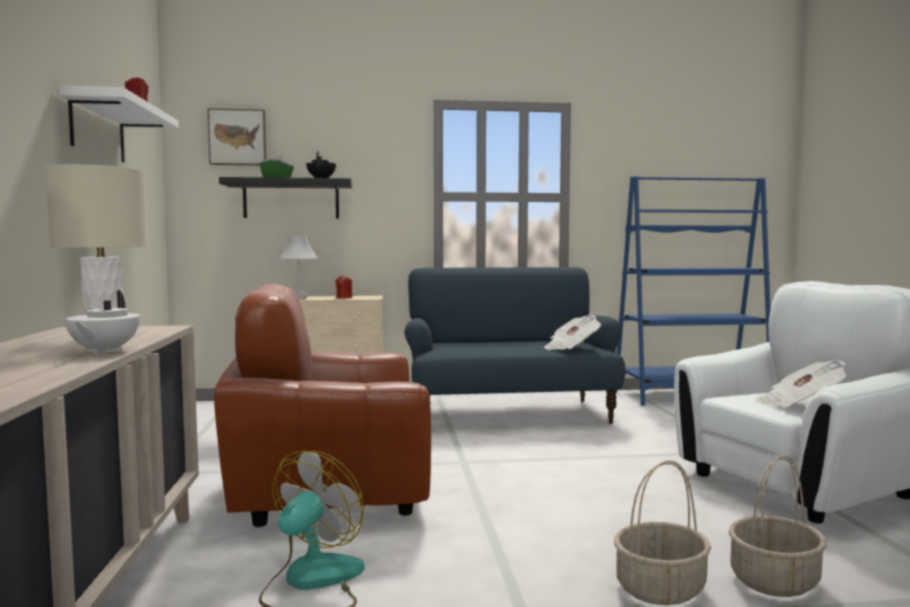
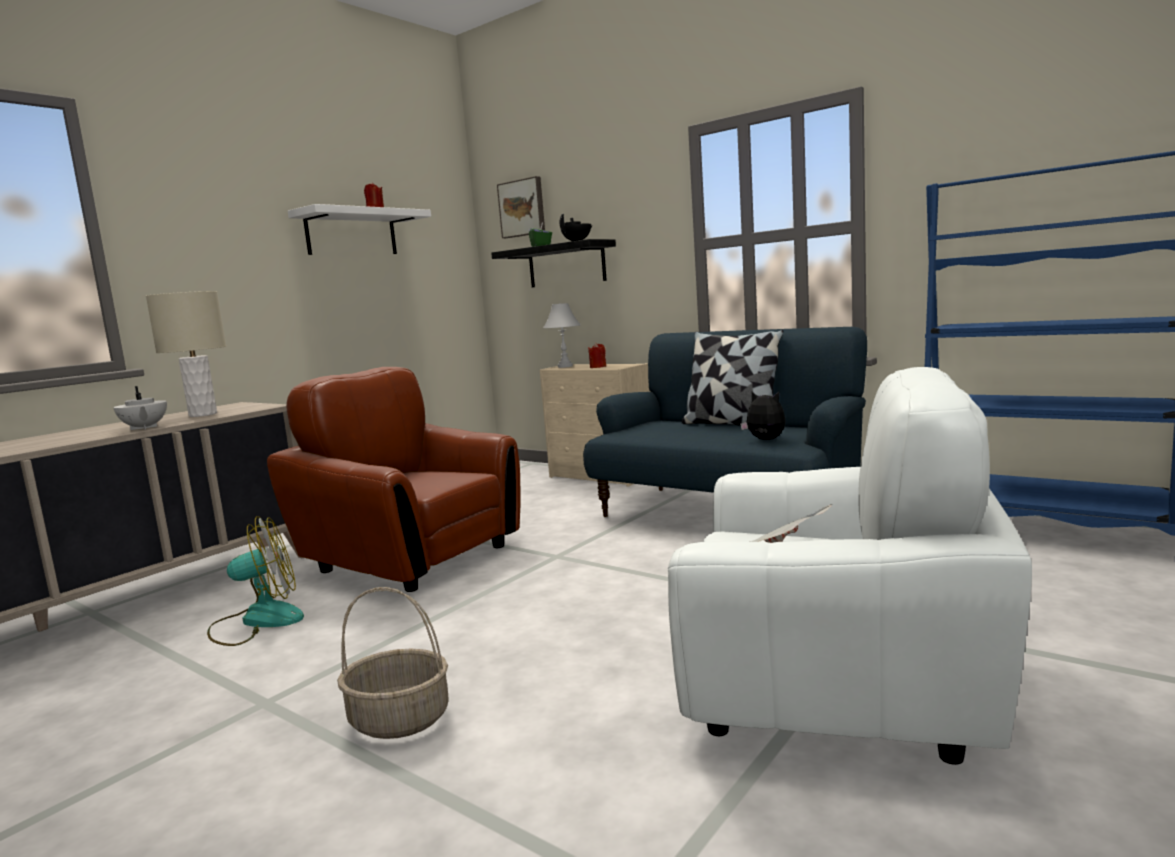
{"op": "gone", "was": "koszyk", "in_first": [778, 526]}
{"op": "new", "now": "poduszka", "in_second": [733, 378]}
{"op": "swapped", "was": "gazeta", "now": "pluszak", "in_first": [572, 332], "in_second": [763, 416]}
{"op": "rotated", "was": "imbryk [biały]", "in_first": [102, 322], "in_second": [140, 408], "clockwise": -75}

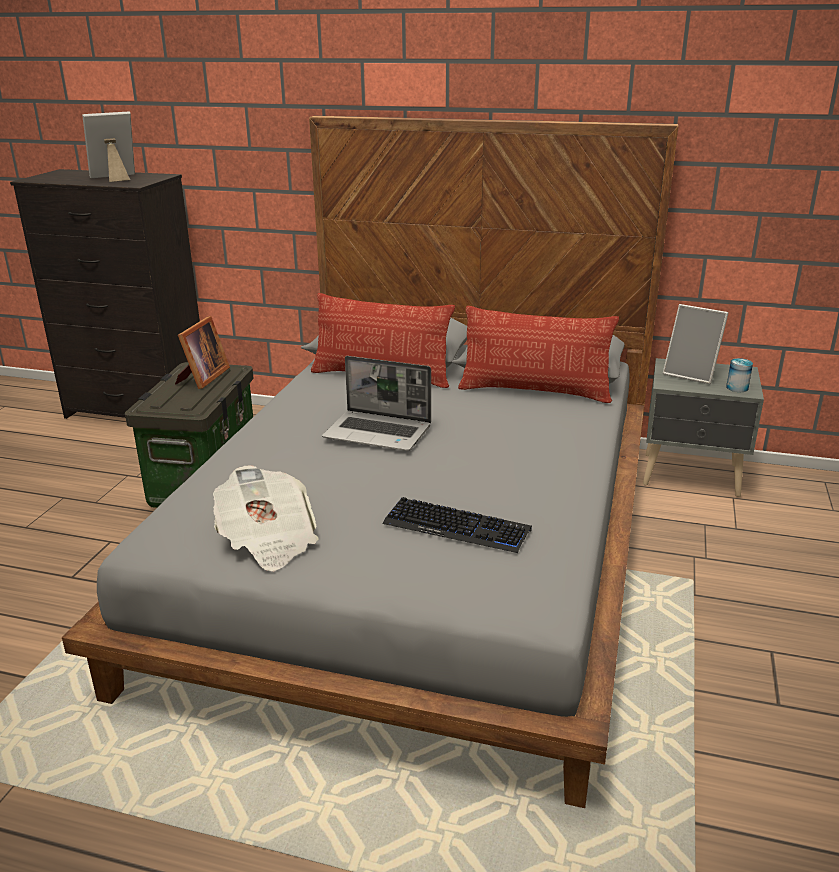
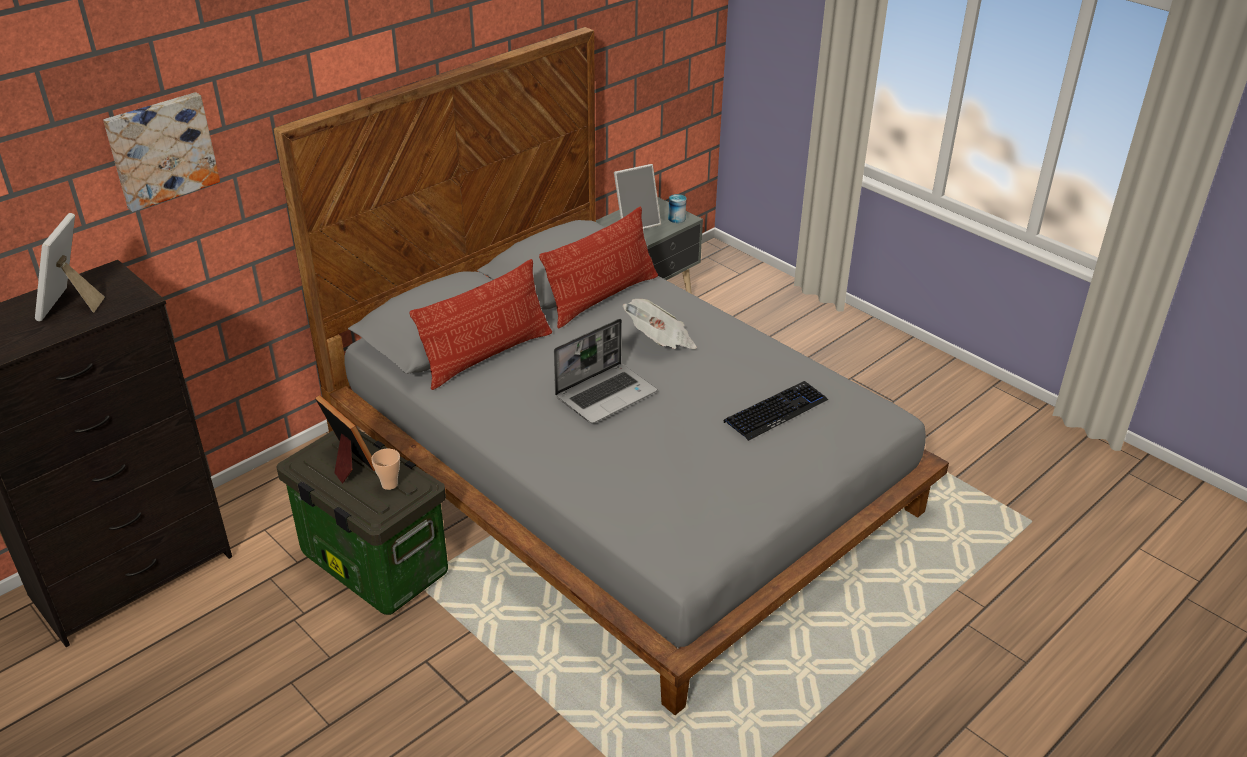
{"op": "new", "now": "obraz", "in_second": [161, 152]}
{"op": "new", "now": "filiżanka", "in_second": [385, 469]}
{"op": "shifted", "was": "gazeta", "in_first": [265, 518], "in_second": [660, 324]}

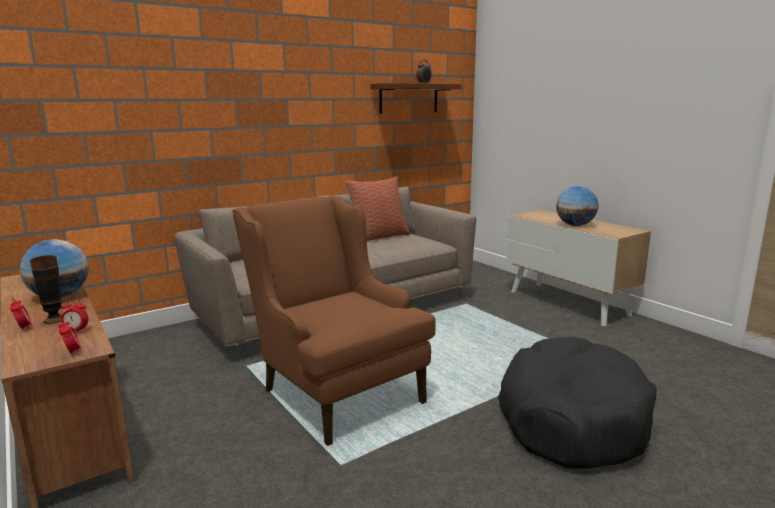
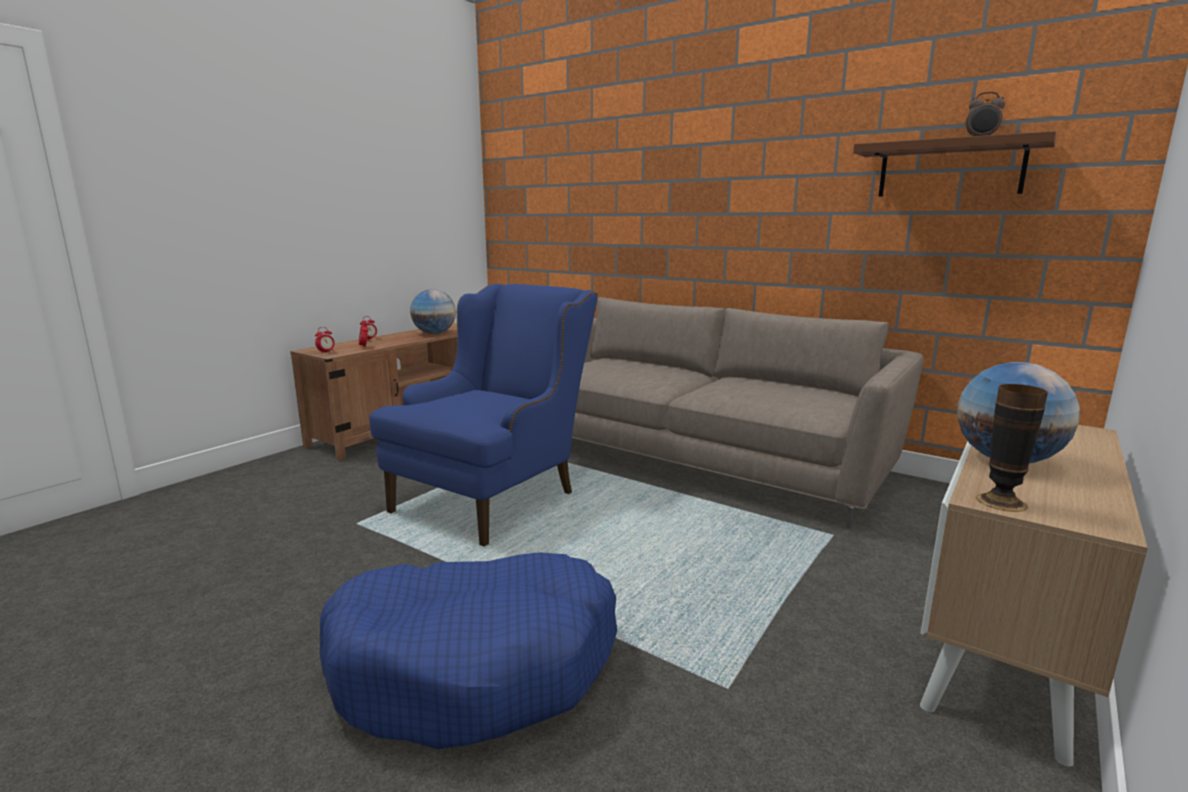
{"op": "gone", "was": "poduszka", "in_first": [377, 209]}
{"op": "shifted", "was": "wazon", "in_first": [46, 290], "in_second": [1012, 448]}
{"op": "repainted", "was": "fotel [brązowy]", "now": "fotel [niebieski]", "in_first": [333, 321], "in_second": [483, 415]}
{"op": "repainted", "was": "legowisko [czarny]", "now": "legowisko [niebieski]", "in_first": [577, 403], "in_second": [468, 651]}

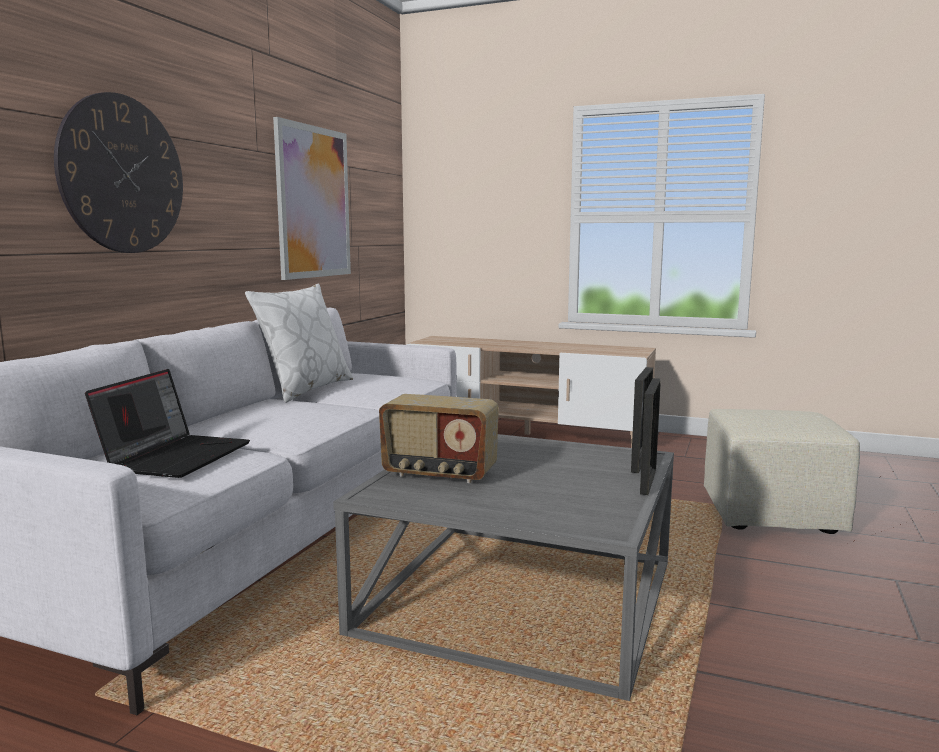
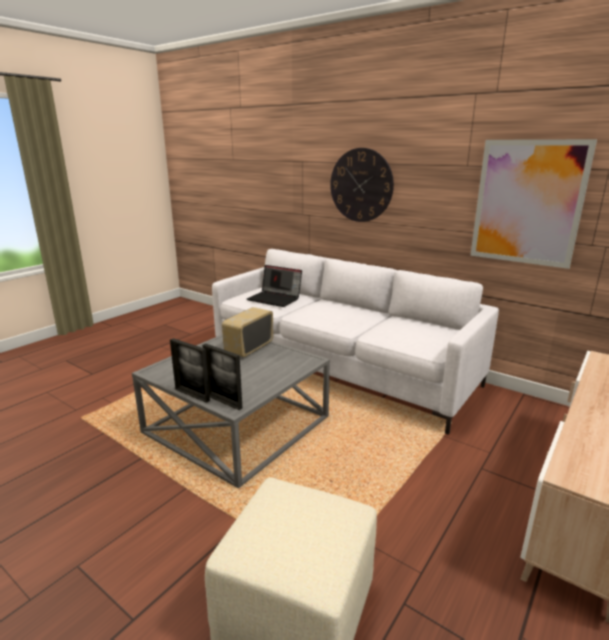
{"op": "gone", "was": "poduszka [biały]", "in_first": [299, 343]}

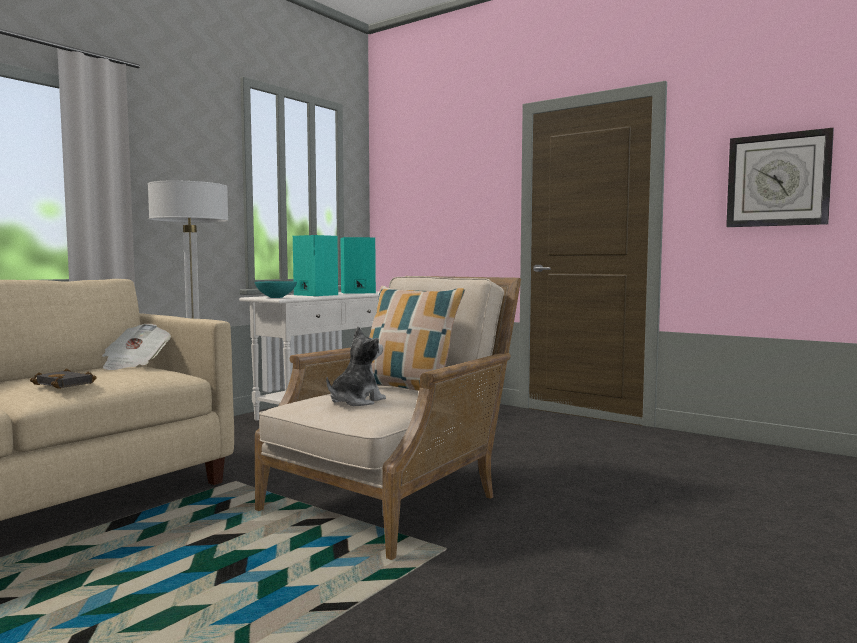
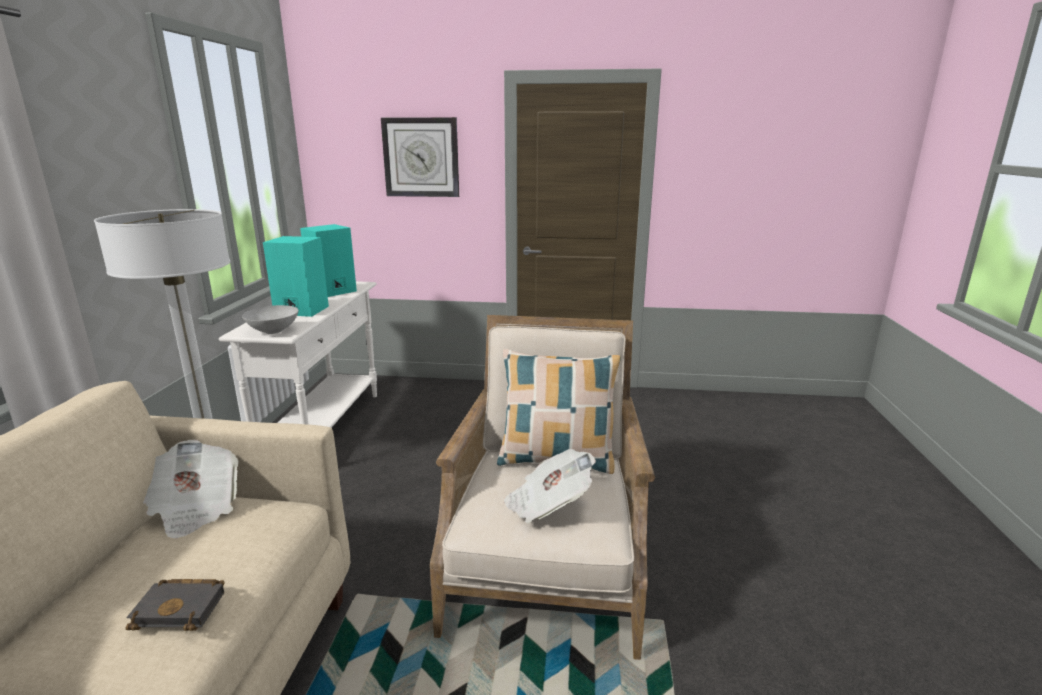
{"op": "shifted", "was": "zegar ścienny", "in_first": [780, 177], "in_second": [420, 157]}
{"op": "swapped", "was": "pluszak", "now": "gazeta", "in_first": [356, 366], "in_second": [550, 486]}
{"op": "repainted", "was": "miska [turkusowy]", "now": "miska [szary]", "in_first": [275, 289], "in_second": [270, 319]}

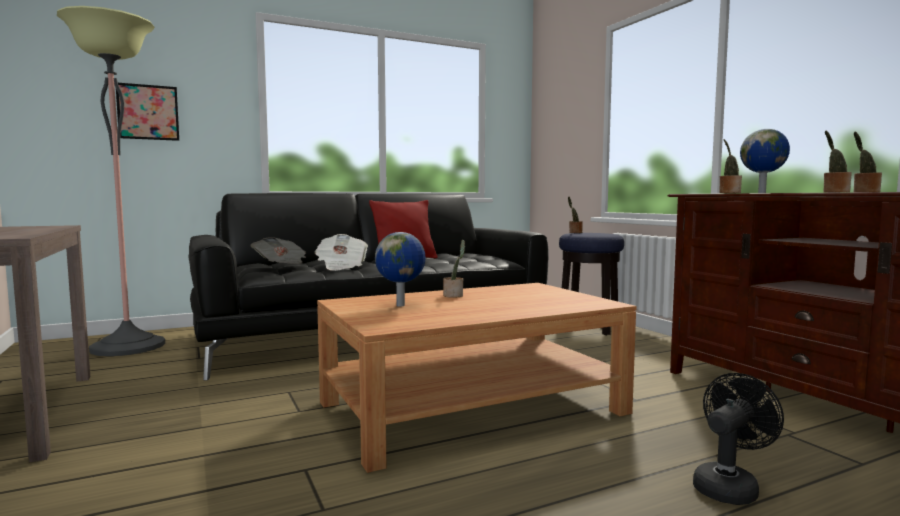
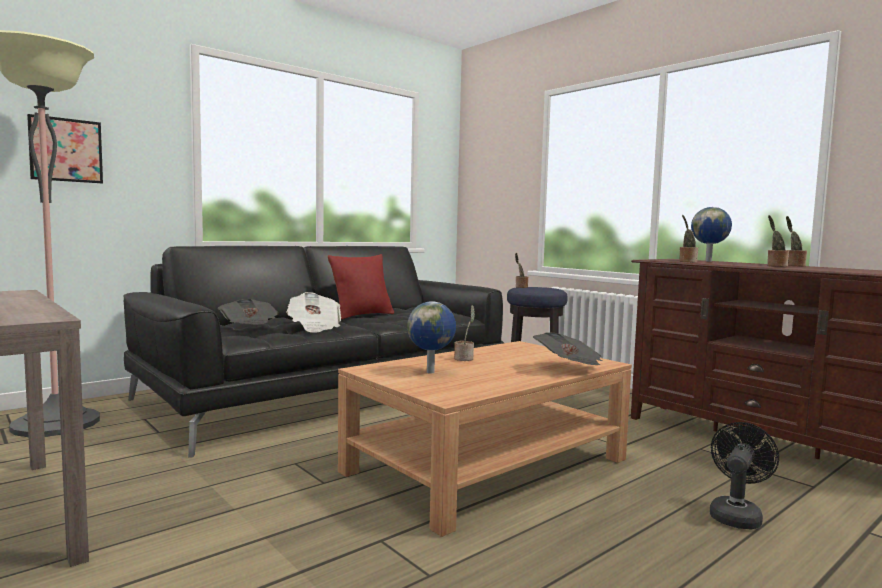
{"op": "new", "now": "gazeta", "in_second": [568, 348]}

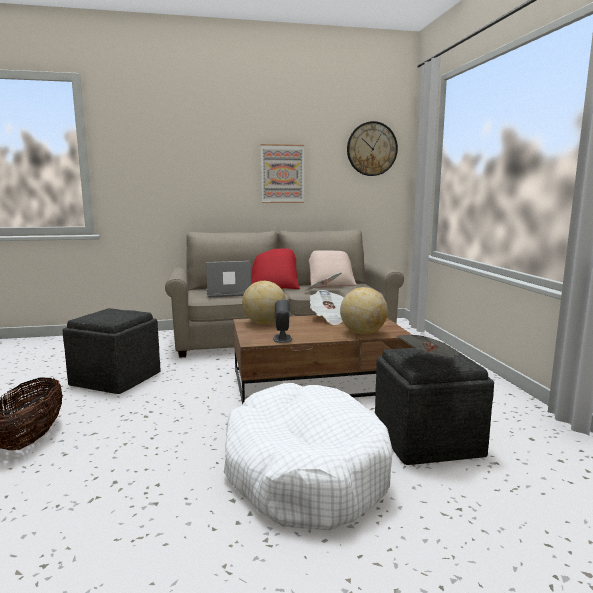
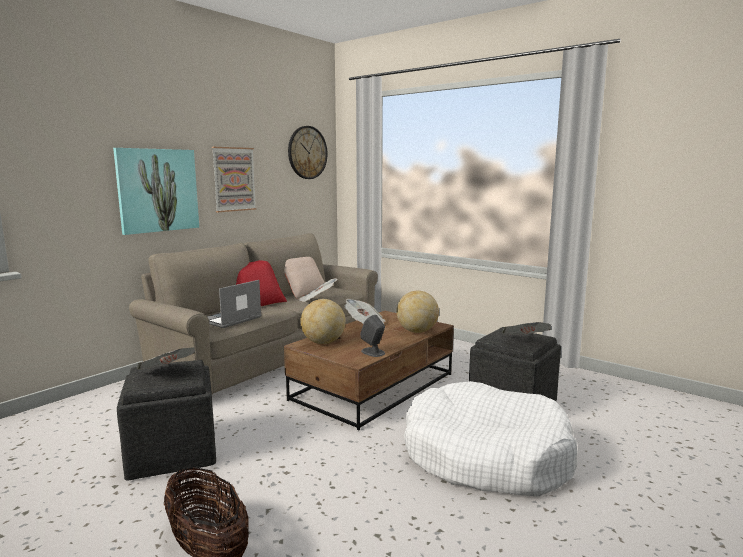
{"op": "new", "now": "obraz", "in_second": [156, 191]}
{"op": "new", "now": "gazeta", "in_second": [166, 359]}

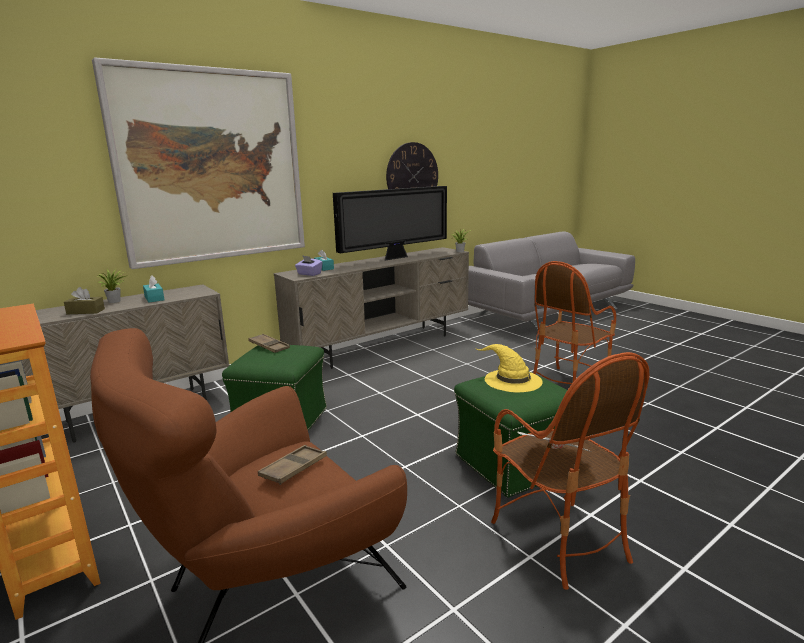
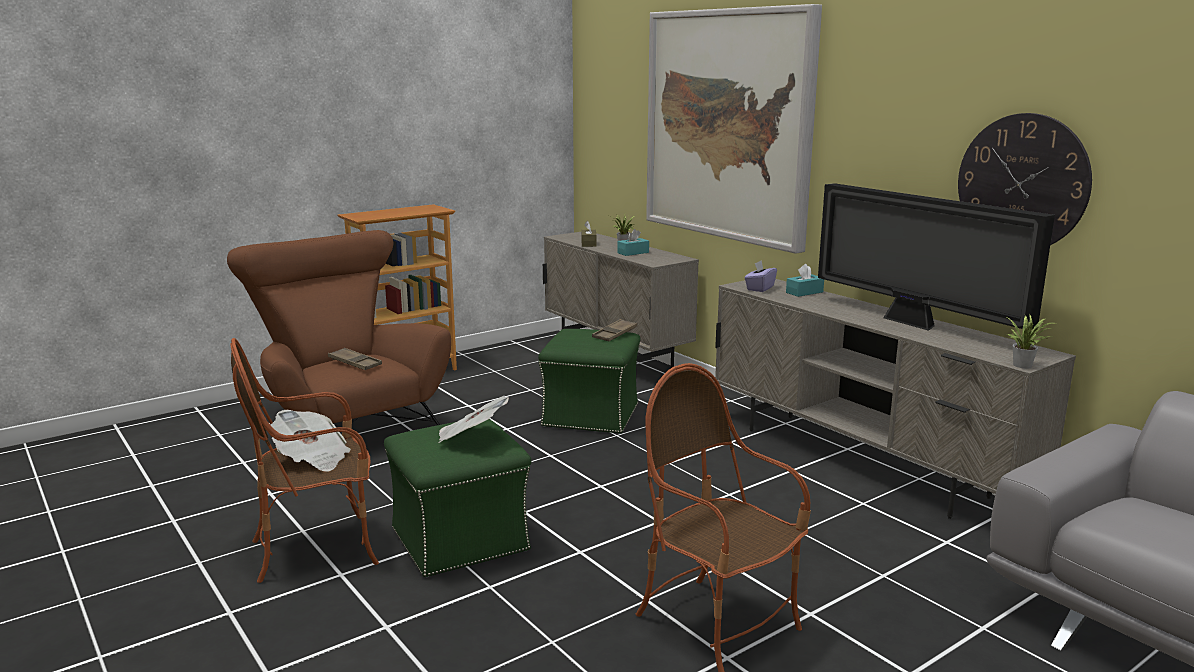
{"op": "swapped", "was": "kapelusz [żółty]", "now": "gazeta", "in_first": [510, 368], "in_second": [473, 419]}

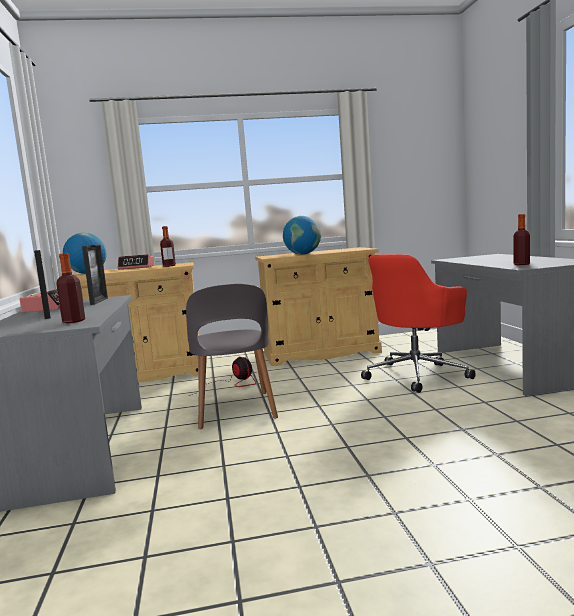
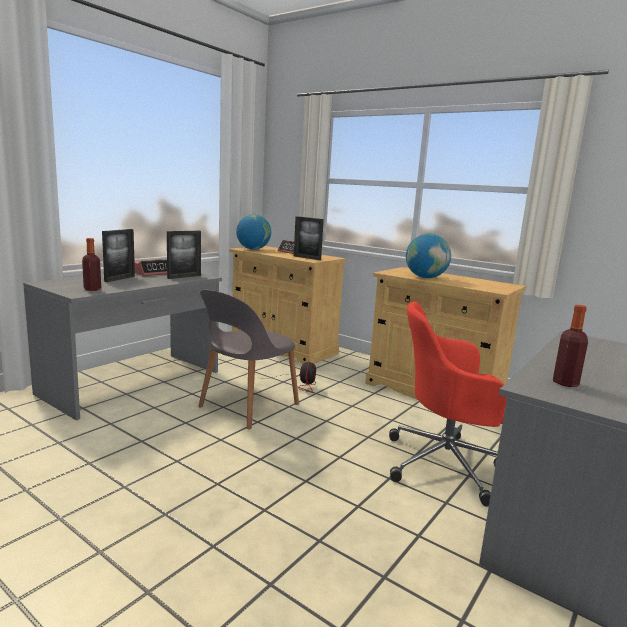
{"op": "swapped", "was": "butelka", "now": "ramka na zdjęcie", "in_first": [168, 246], "in_second": [309, 238]}

